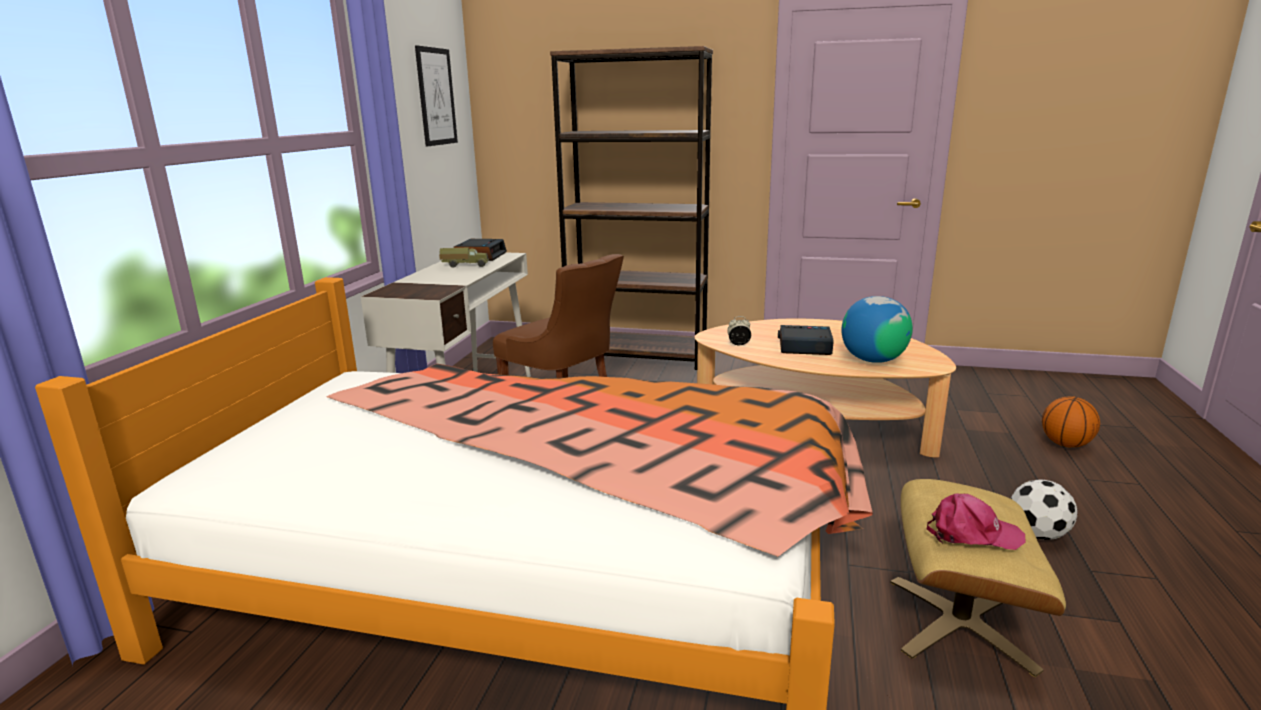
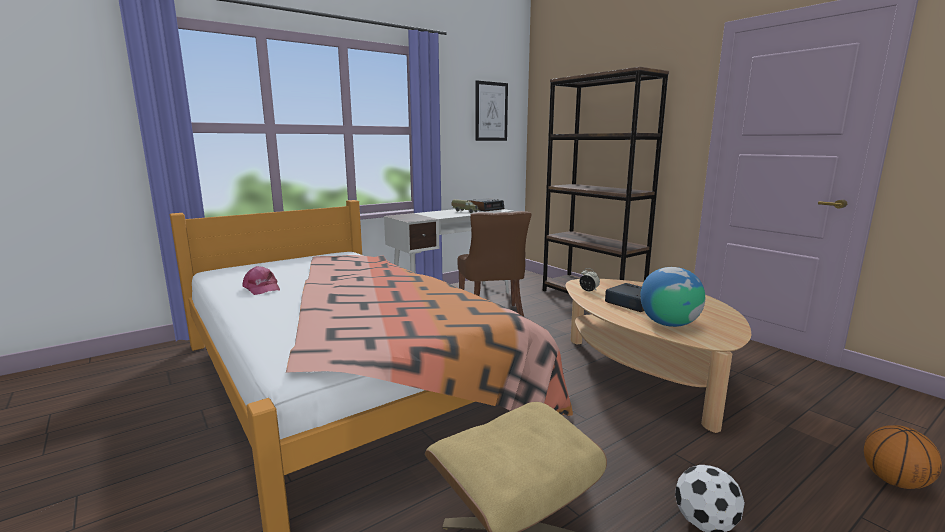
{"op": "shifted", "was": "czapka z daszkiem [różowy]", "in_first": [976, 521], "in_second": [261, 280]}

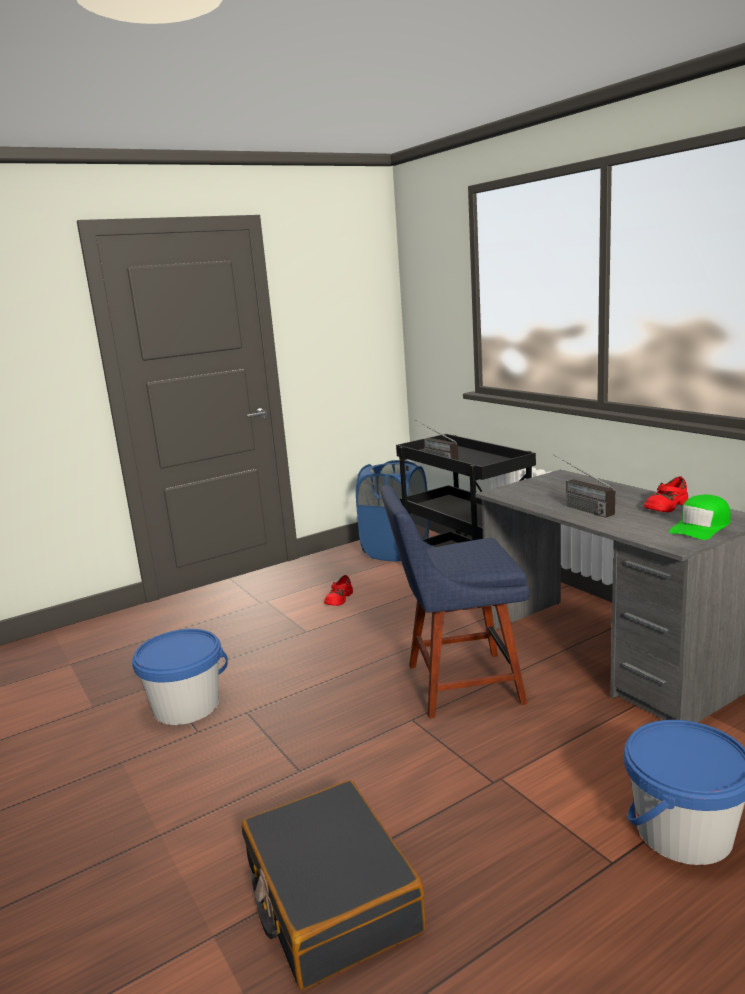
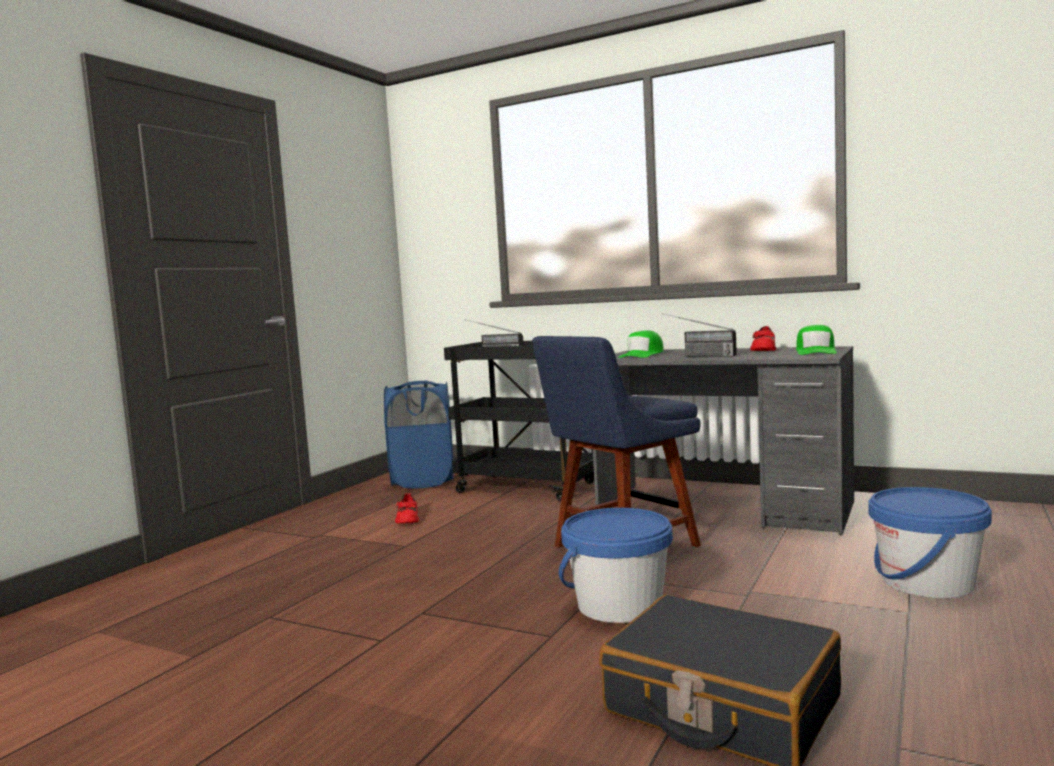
{"op": "new", "now": "czapka z daszkiem [zielony]", "in_second": [641, 344]}
{"op": "shifted", "was": "wiadro [niebieski]", "in_first": [180, 677], "in_second": [616, 565]}

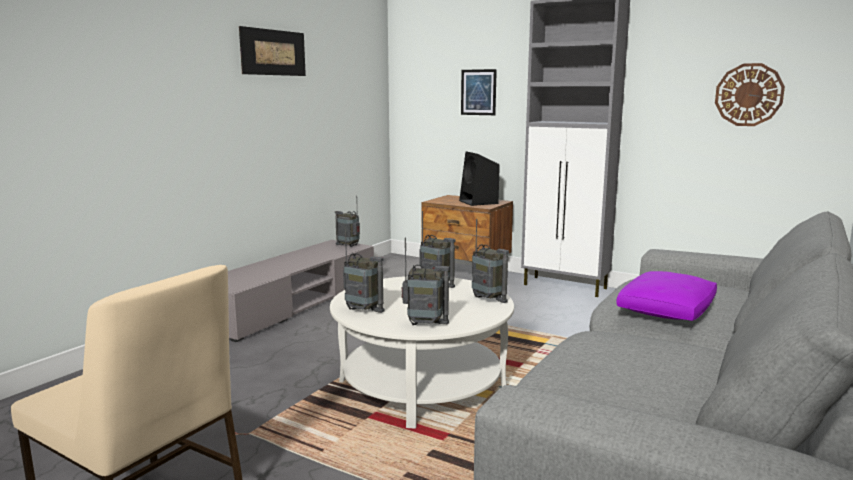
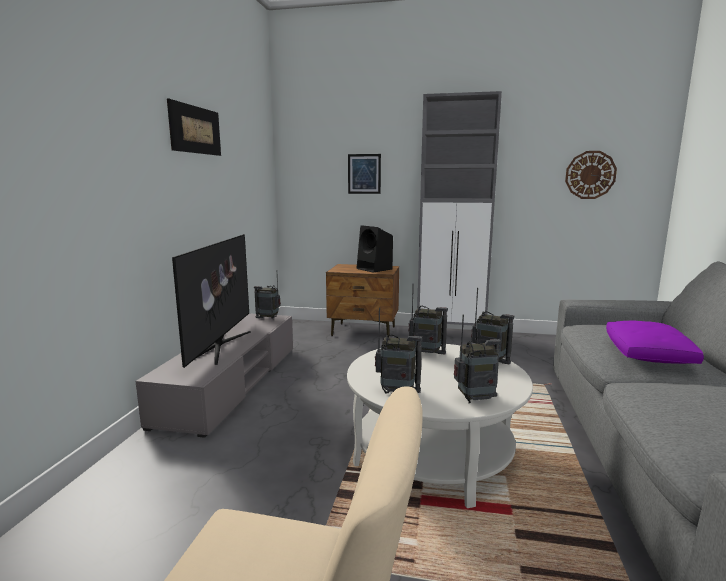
{"op": "new", "now": "telewizor", "in_second": [211, 301]}

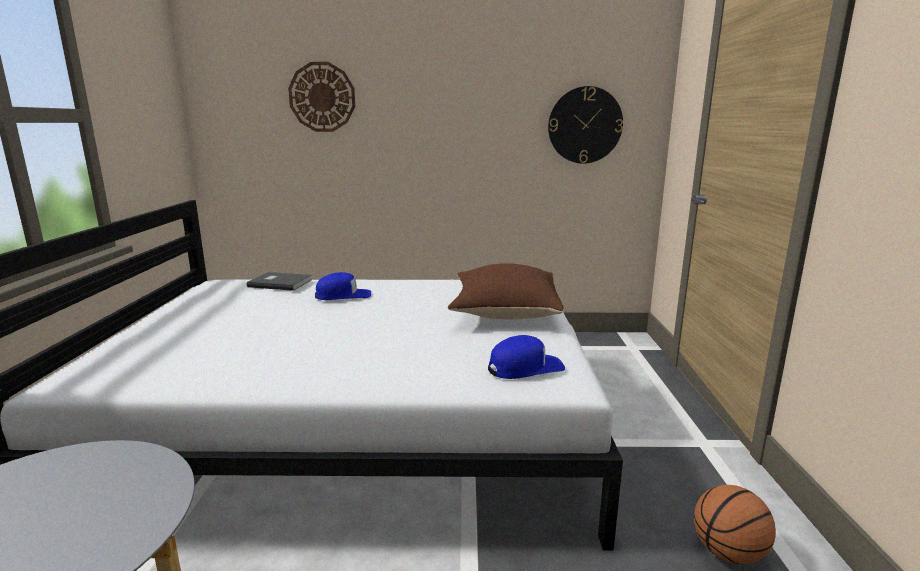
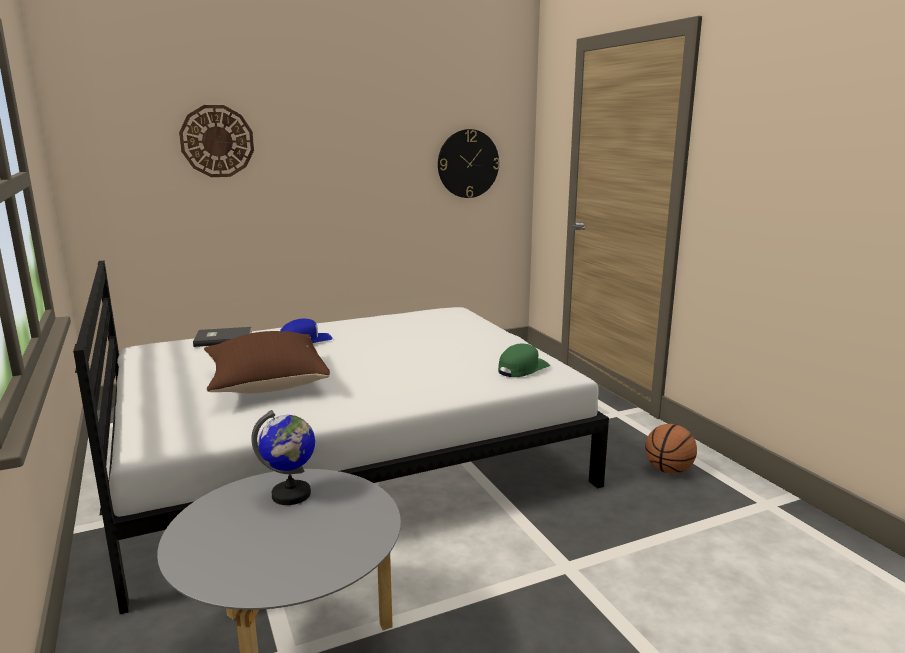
{"op": "new", "now": "globus", "in_second": [283, 457]}
{"op": "shifted", "was": "poduszka [brązowy]", "in_first": [506, 291], "in_second": [267, 362]}
{"op": "repainted", "was": "czapka z daszkiem [niebieski]", "now": "czapka z daszkiem [zielony]", "in_first": [526, 357], "in_second": [524, 360]}

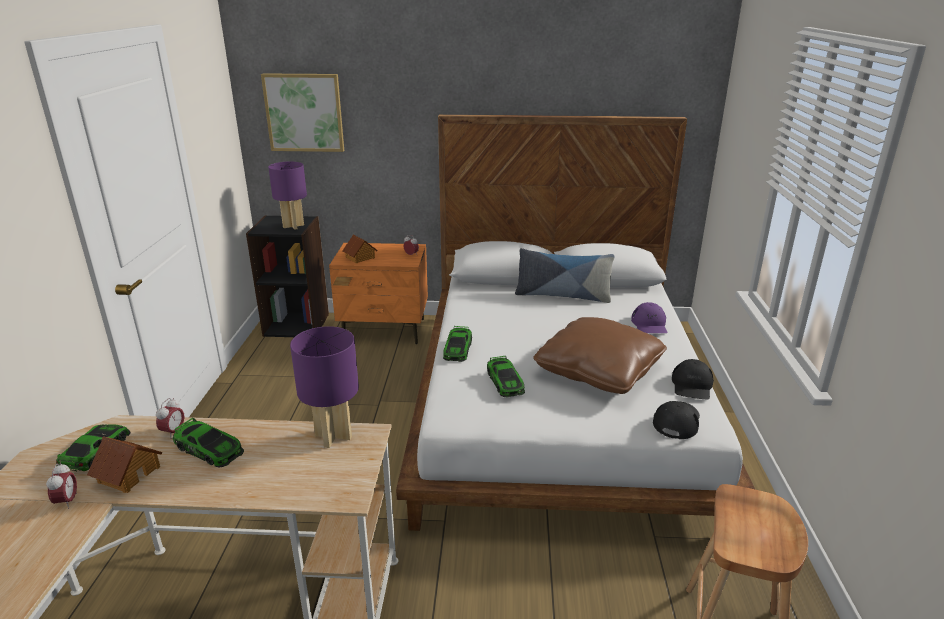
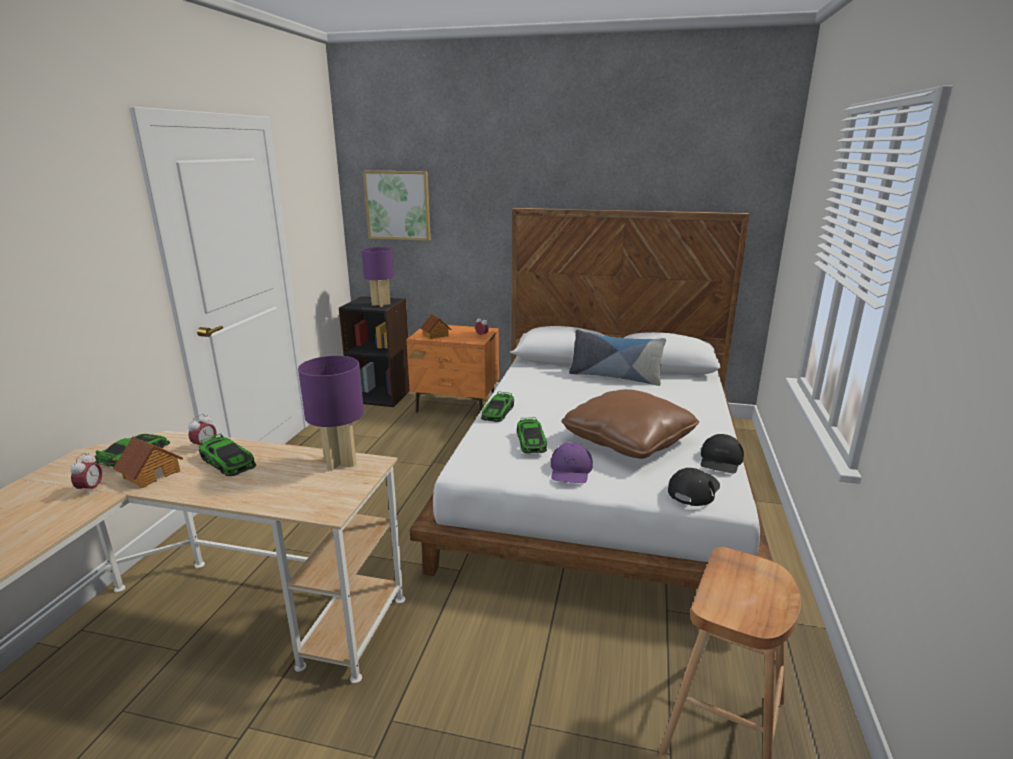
{"op": "shifted", "was": "czapka z daszkiem [fioletowy]", "in_first": [649, 317], "in_second": [572, 462]}

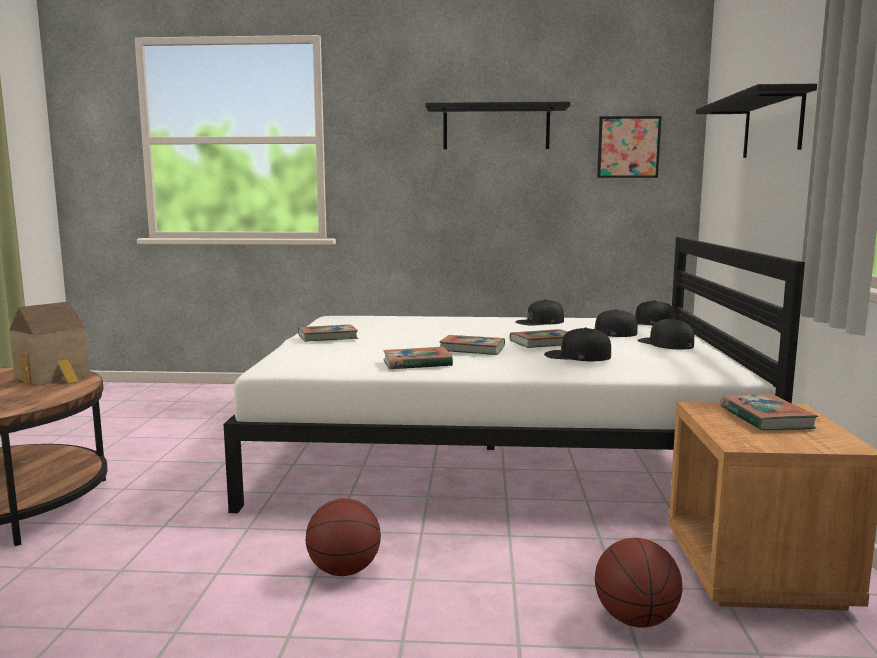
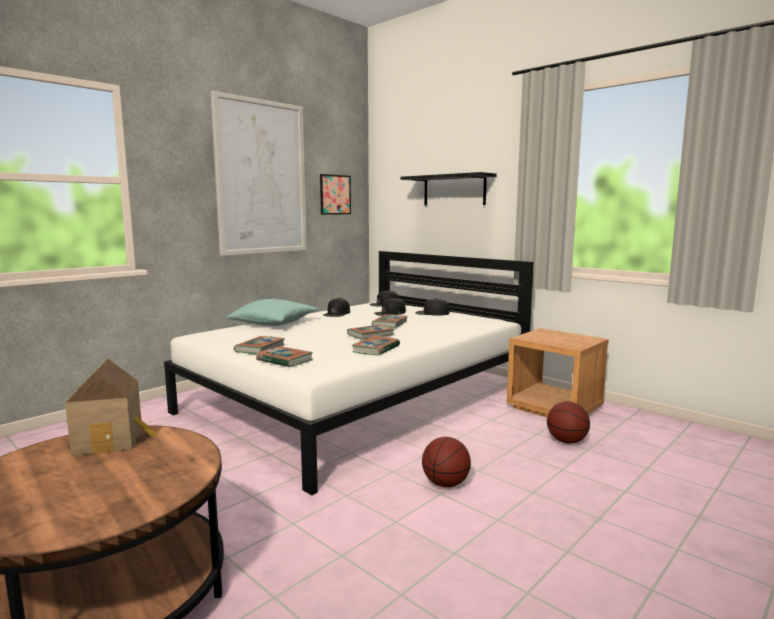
{"op": "gone", "was": "czapka z daszkiem [czarny]", "in_first": [577, 344]}
{"op": "new", "now": "poduszka [turkusowy]", "in_second": [272, 312]}
{"op": "shifted", "was": "książka", "in_first": [769, 412], "in_second": [284, 356]}
{"op": "swapped", "was": "półka [czarny]", "now": "obraz", "in_first": [497, 125], "in_second": [258, 173]}

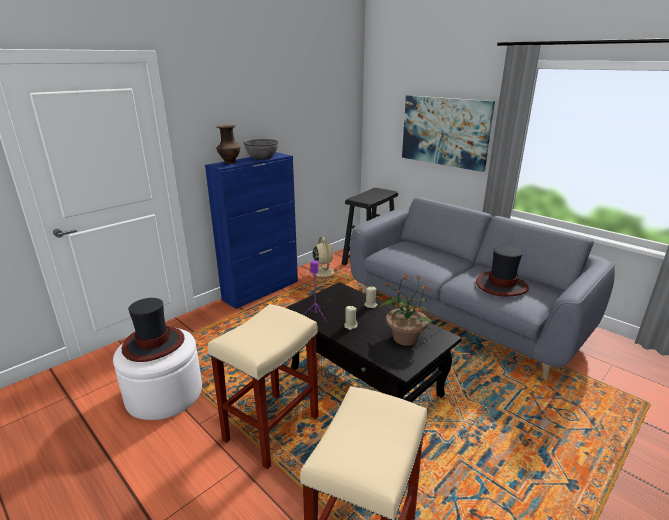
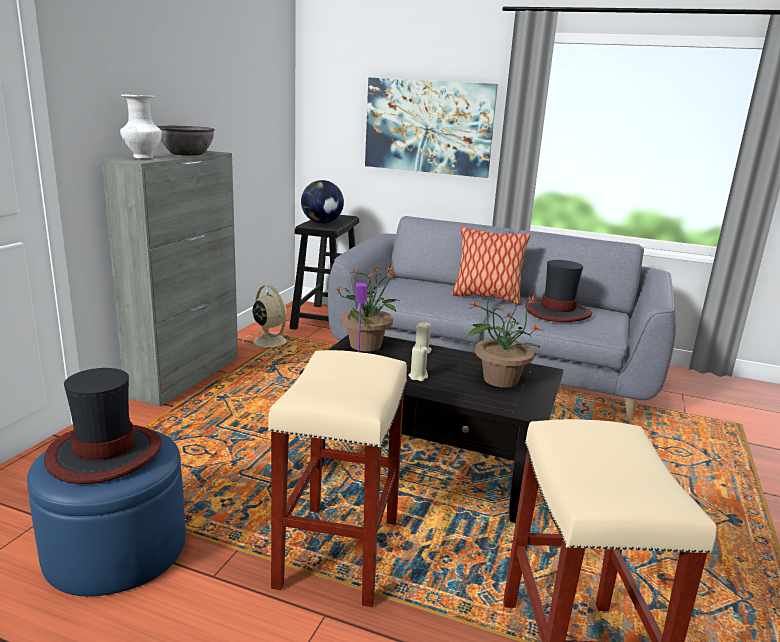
{"op": "new", "now": "globus", "in_second": [322, 201]}
{"op": "new", "now": "roślina doniczkowa", "in_second": [366, 308]}
{"op": "new", "now": "poduszka", "in_second": [491, 266]}
{"op": "repainted", "was": "pufa [biały]", "now": "pufa [niebieski]", "in_first": [157, 374], "in_second": [106, 513]}
{"op": "repainted", "was": "szafka [niebieski]", "now": "szafka [szary]", "in_first": [251, 230], "in_second": [170, 279]}
{"op": "repainted", "was": "wazon [brązowy]", "now": "wazon [biały]", "in_first": [228, 144], "in_second": [141, 126]}

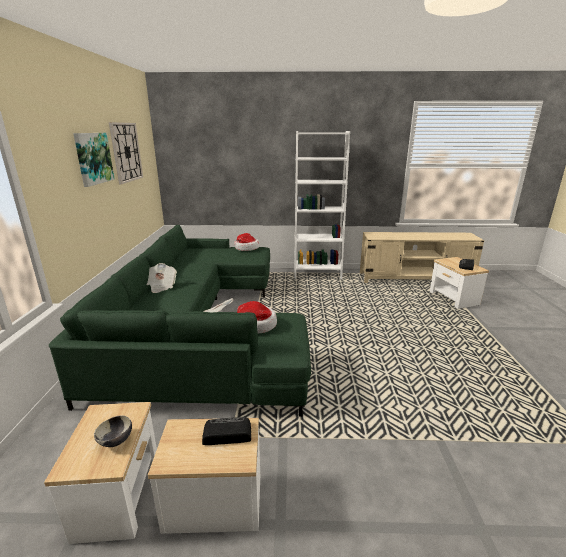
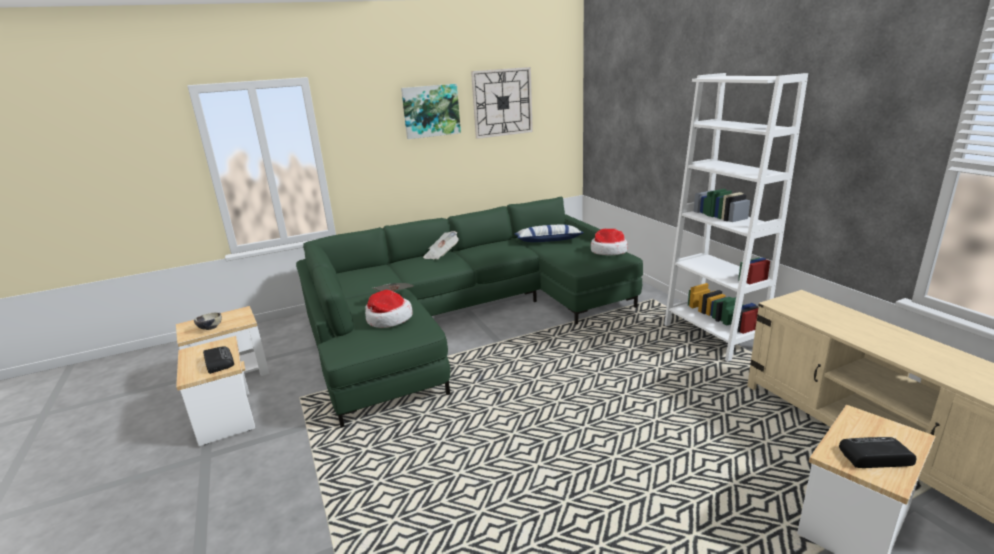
{"op": "new", "now": "poduszka", "in_second": [549, 233]}

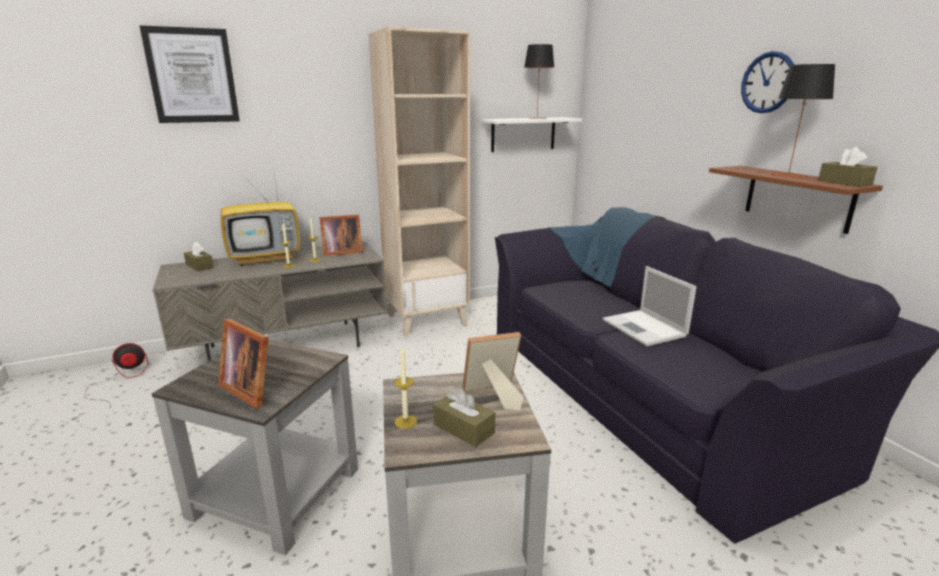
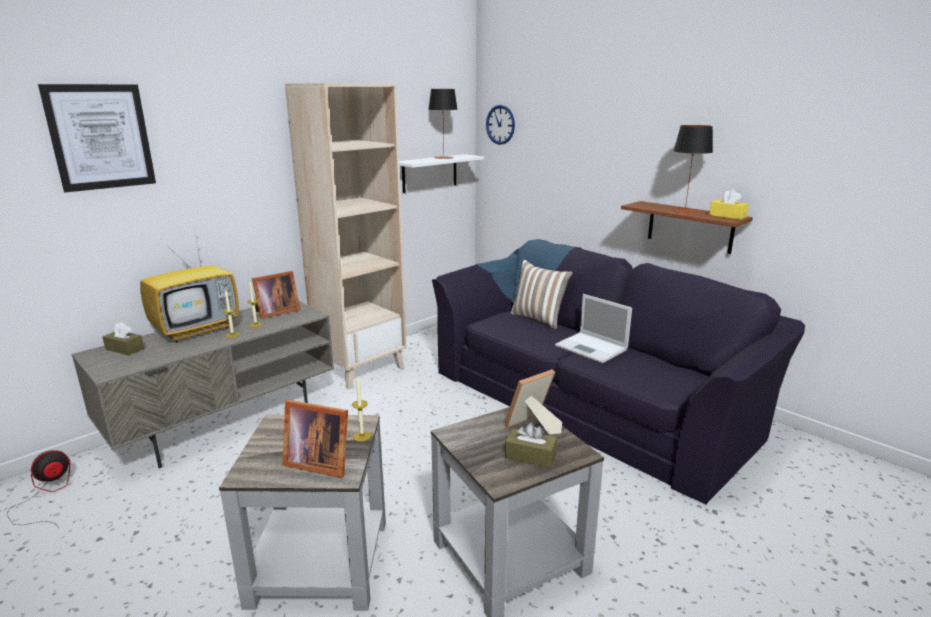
{"op": "new", "now": "poduszka", "in_second": [541, 295]}
{"op": "shifted", "was": "świeca", "in_first": [405, 388], "in_second": [361, 409]}
{"op": "shifted", "was": "zegar ścienny", "in_first": [767, 82], "in_second": [500, 125]}
{"op": "repainted", "was": "pudełko chusteczek [brązowy]", "now": "pudełko chusteczek [żółty]", "in_first": [848, 167], "in_second": [729, 204]}

